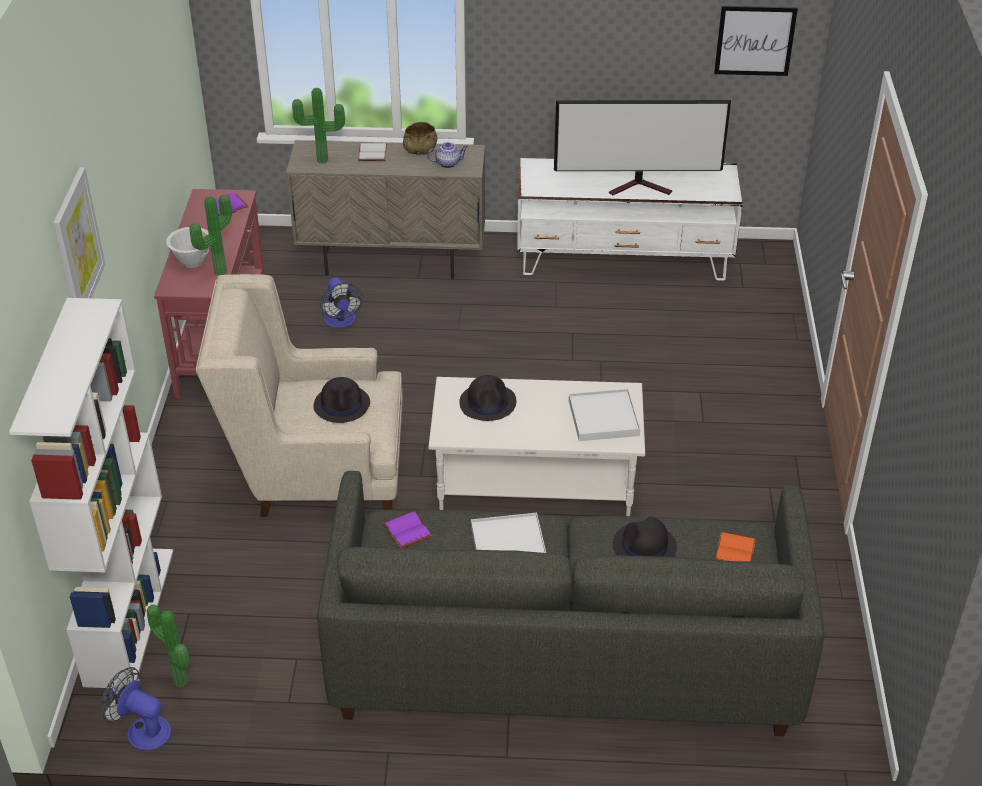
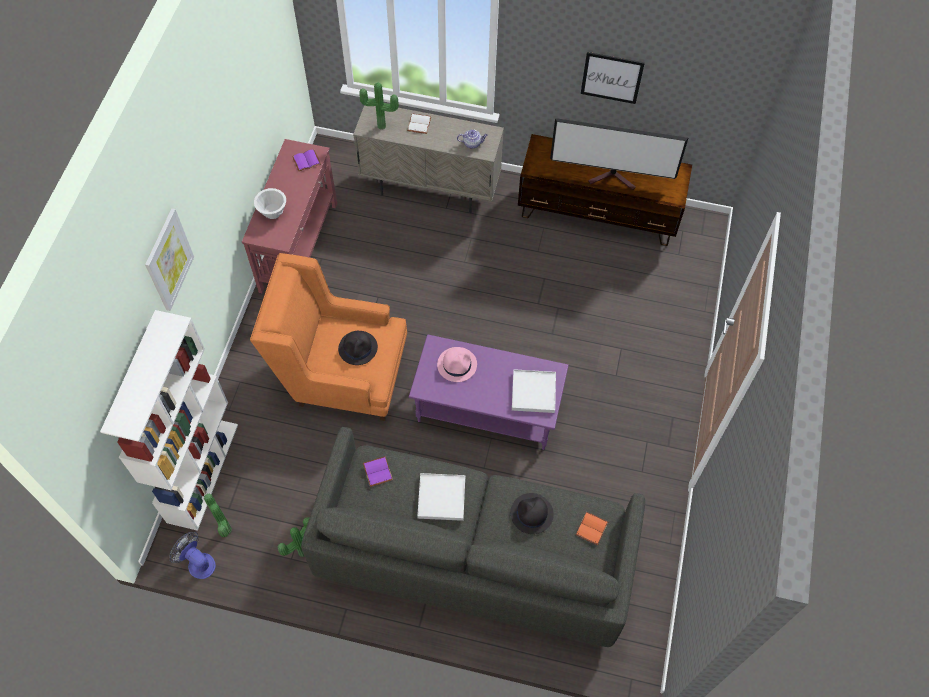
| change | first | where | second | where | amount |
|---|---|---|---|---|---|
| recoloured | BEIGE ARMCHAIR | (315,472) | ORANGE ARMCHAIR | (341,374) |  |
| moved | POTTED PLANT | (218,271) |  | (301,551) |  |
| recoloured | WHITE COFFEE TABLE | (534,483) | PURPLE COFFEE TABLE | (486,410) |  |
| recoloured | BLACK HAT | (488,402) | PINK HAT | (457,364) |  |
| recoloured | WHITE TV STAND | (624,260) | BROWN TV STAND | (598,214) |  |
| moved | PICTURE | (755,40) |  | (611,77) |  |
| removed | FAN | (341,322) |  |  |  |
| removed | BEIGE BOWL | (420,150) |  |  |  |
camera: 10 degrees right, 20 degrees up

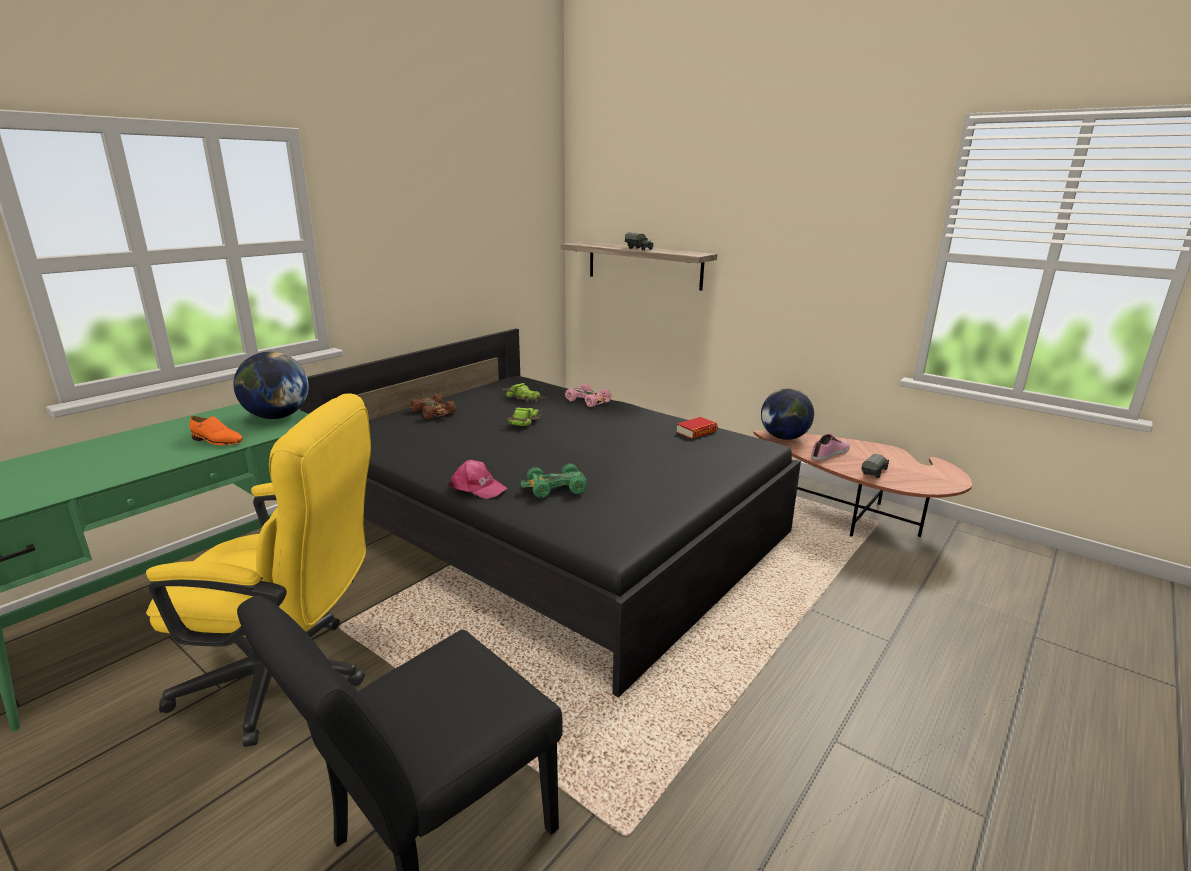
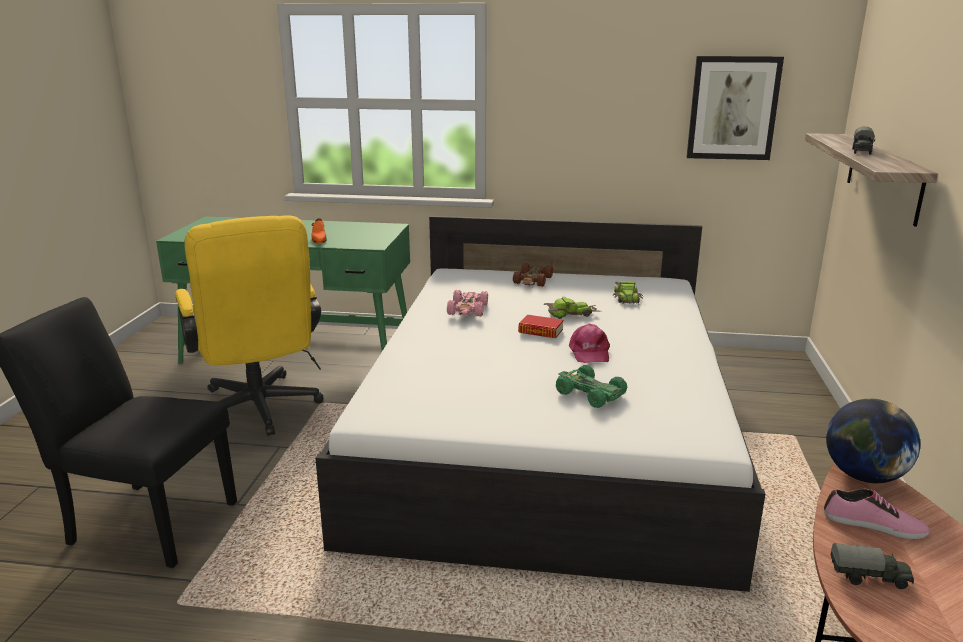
| change | first | where | second | where | amount |
|---|---|---|---|---|---|
| recoloured | BLACK BED | (552,527) | WHITE BED | (546,432) |  |
| moved | PINK TOY CAR | (589,401) |  | (468,310) |  |
| moved | BOOK | (696,432) |  | (540,331) |  |
| moved | GREEN TOY CAR | (555,488) |  | (589,393) |  |
| moved | PINK CAP | (477,487) |  | (589,352) |  |
| added |  |  | PICTURE | (733,108) |  |
| removed | GLOBE | (277,417) |  |  |  |
camera: 60 degrees right, 0 degrees up

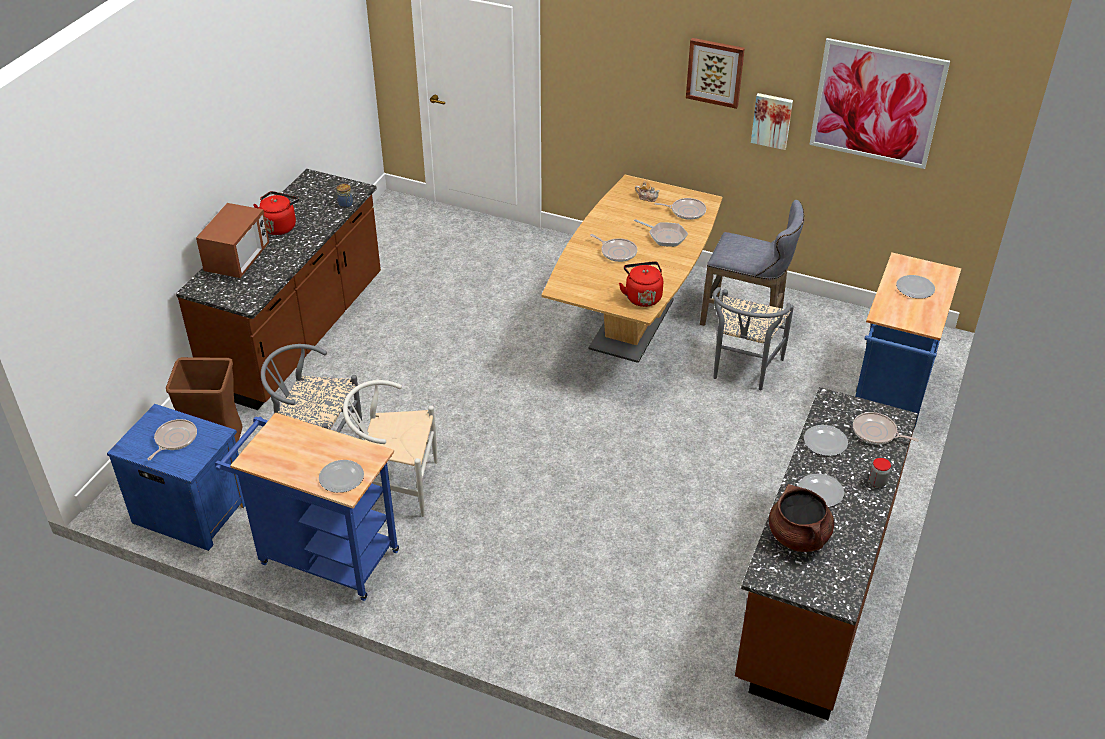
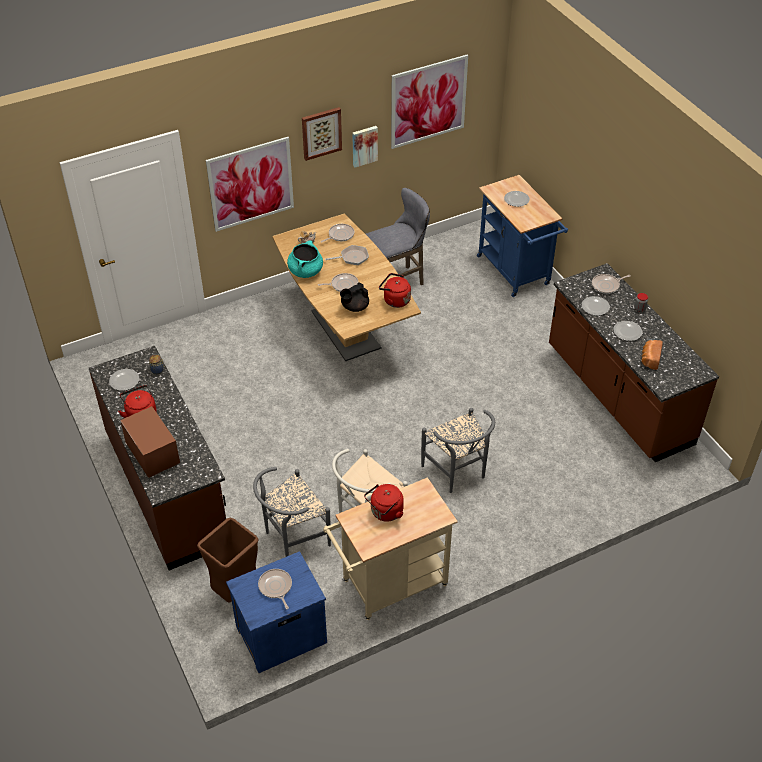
| change | first | where | second | where | amount |
|---|---|---|---|---|---|
| moved | PLATE | (341,477) |  | (124,380) |  |
| added |  |  | PICTURE | (251,184) |  |
| added |  |  | TURQUOISE COOKING POT | (305,271) |  |
| recoloured | BLUE CART | (321,555) | BEIGE CART | (389,586) |  |
| added |  |  | BLACK TEAPOT | (354,307) |  |
| added |  |  | RED KETTLE | (385,512) |  |
| moved | GREY CHAIR | (742,370) |  | (458,473) |  |
| replaced | BROWN COOKING POT | (798,537) | BREAD | (649,359) |  |
camera: 50 degrees left, 5 degrees up

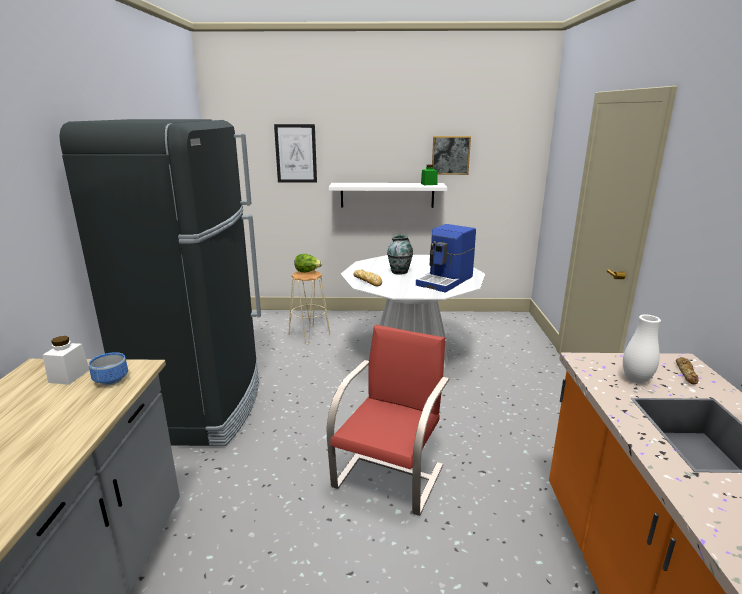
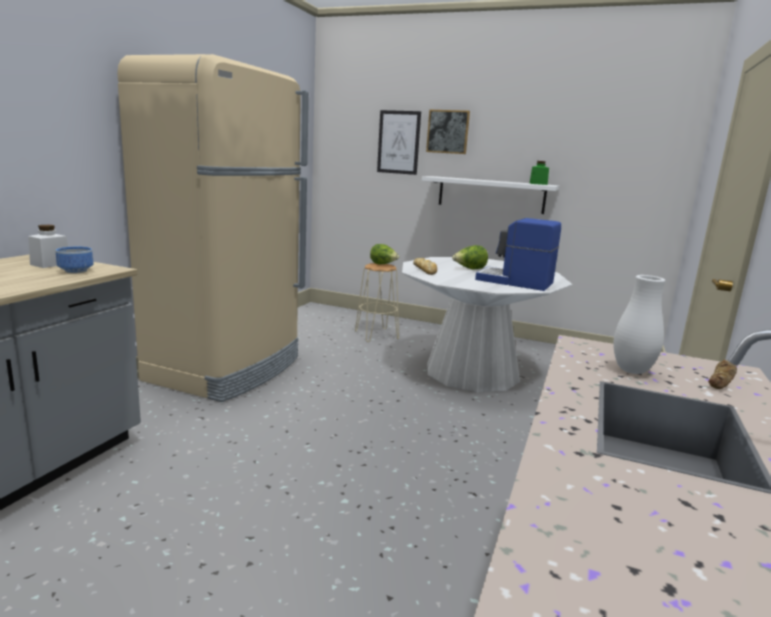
| change | first | where | second | where | amount |
|---|---|---|---|---|---|
| recoloured | BLACK FRIDGE | (202,407) | BEIGE FRIDGE | (227,369) |  |
| moved | PICTURE | (450,155) |  | (448,131) |  |
| replaced | VASE | (399,272) | LETTUCE | (469,269) |  |
| turned | COFFEE MACHINE | (446,281) |  | (515,282) | 60 degrees clockwise |
| removed | RED CHAIR | (390,475) |  |  |  |
camera: 20 degrees right, 5 degrees down

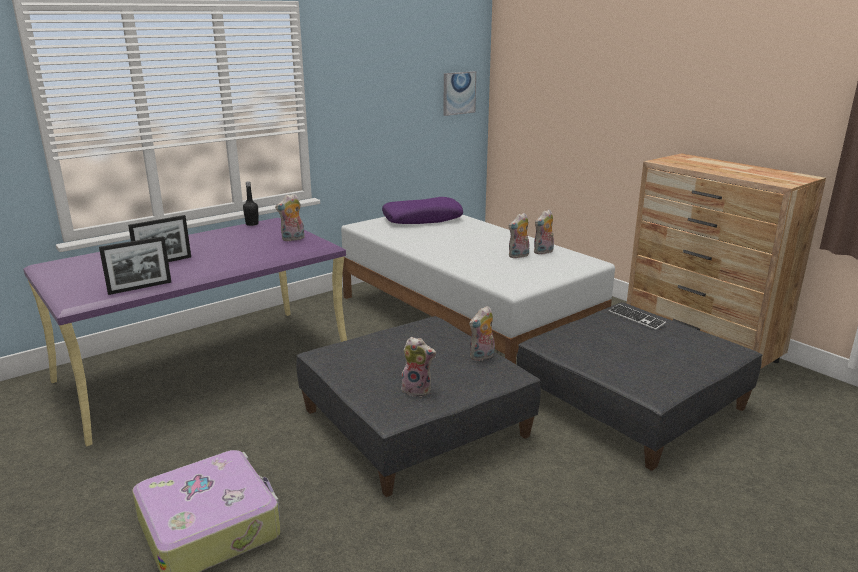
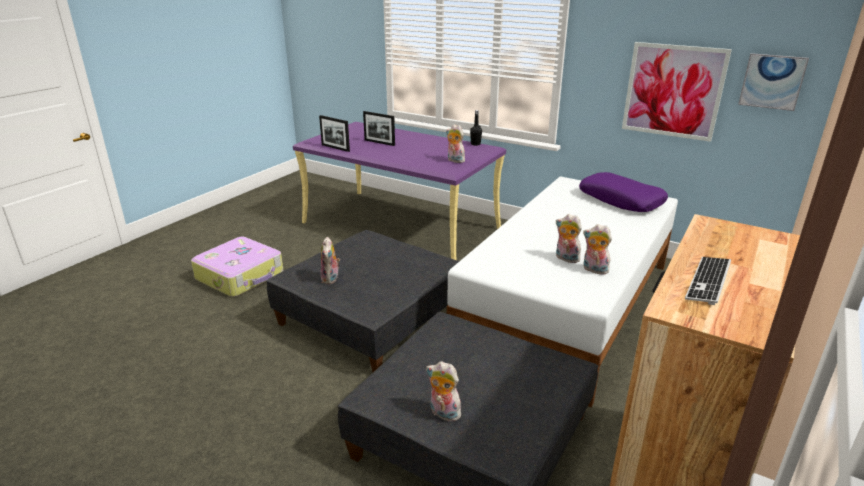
| change | first | where | second | where | amount |
|---|---|---|---|---|---|
| moved | PLUSH TOY | (482,357) |  | (443,413) |  |
| added |  |  | PICTURE | (673,91) |  |
| moved | KEYBOARD | (636,318) |  | (708,281) |  |
camera: 70 degrees right, 5 degrees up

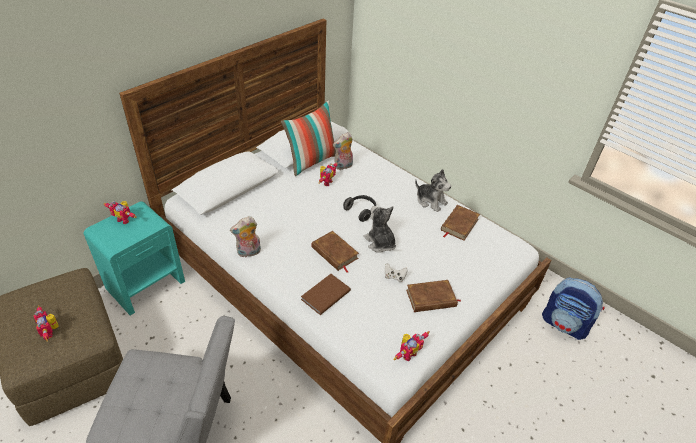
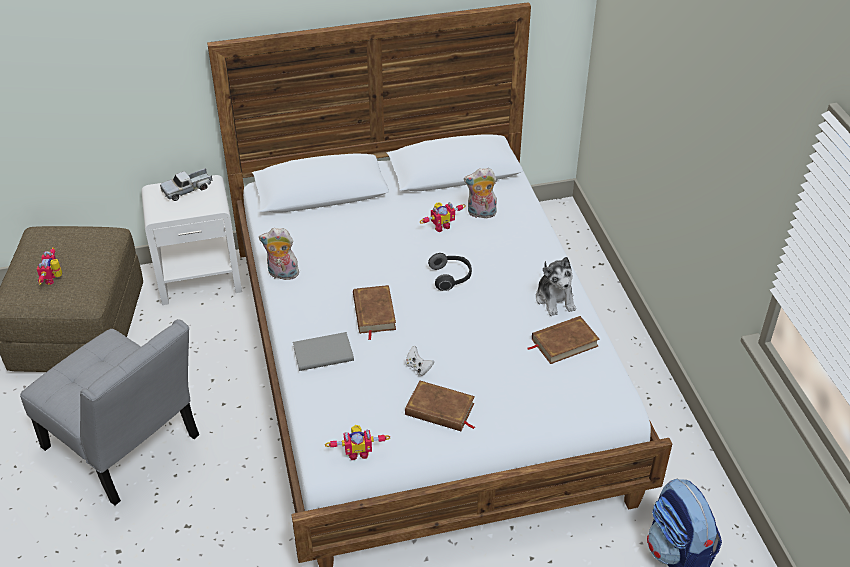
| change | first | where | second | where | amount |
|---|---|---|---|---|---|
| recoloured | TURQUOISE NIGHTSTAND | (146,284) | WHITE NIGHTSTAND | (200,278) |  |
| replaced | TOY ROBOT | (124,219) | TOY TRUCK | (187,189) |  |
| recoloured | BROWN BOOK | (324,295) | GREY BOOK | (322,352) |  |
| removed | PILLOW | (312,161) |  |  |  |
| removed | PLUSH TOY | (380,243) |  |  |  |
camera: 35 degrees right, 0 degrees up

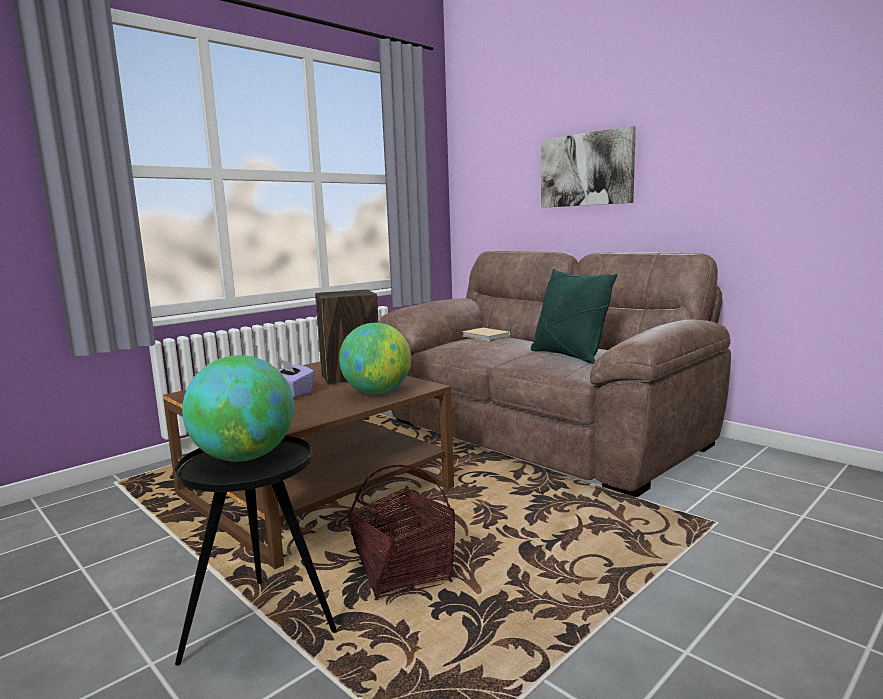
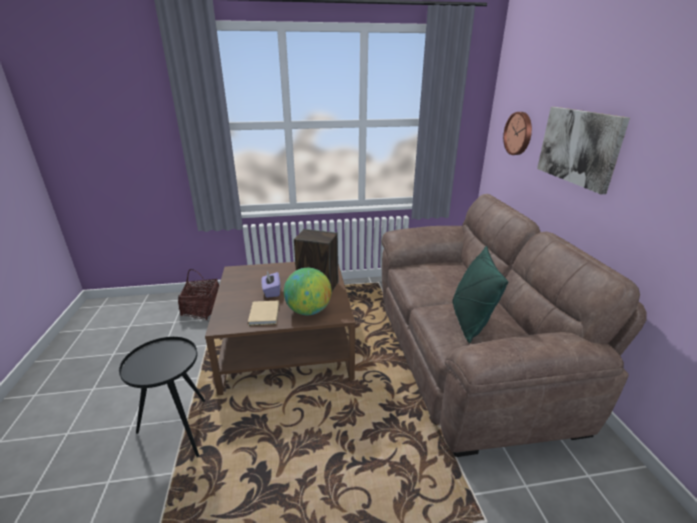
| change | first | where | second | where | amount |
|---|---|---|---|---|---|
| moved | BASKET | (403,572) |  | (202,310) |  |
| moved | BEIGE BOOK | (486,336) |  | (263,315) |  |
| added |  |  | WALL CLOCK | (519,133) |  |
| removed | GLOBE | (244,457) |  |  |  |
camera: 35 degrees right, 15 degrees up

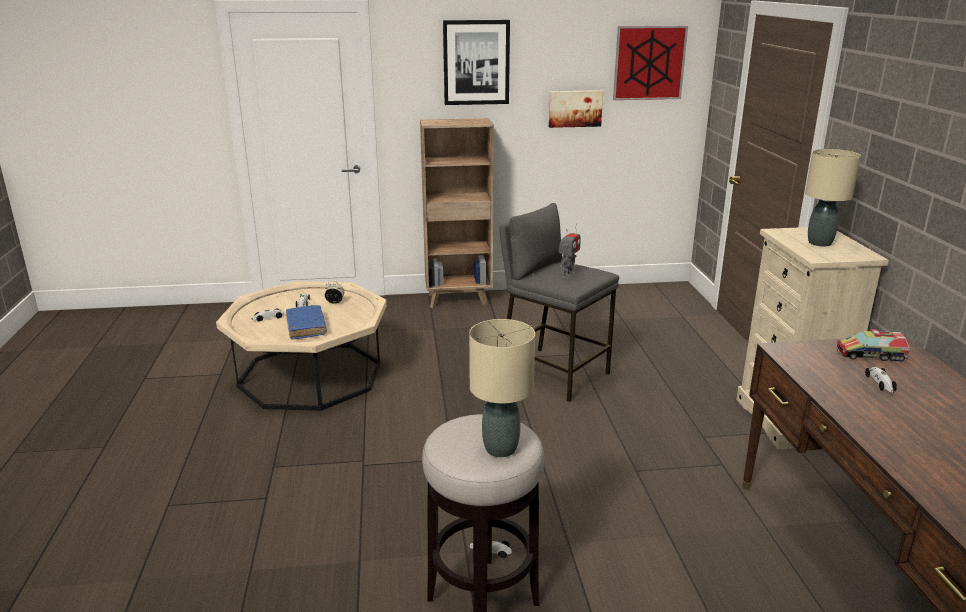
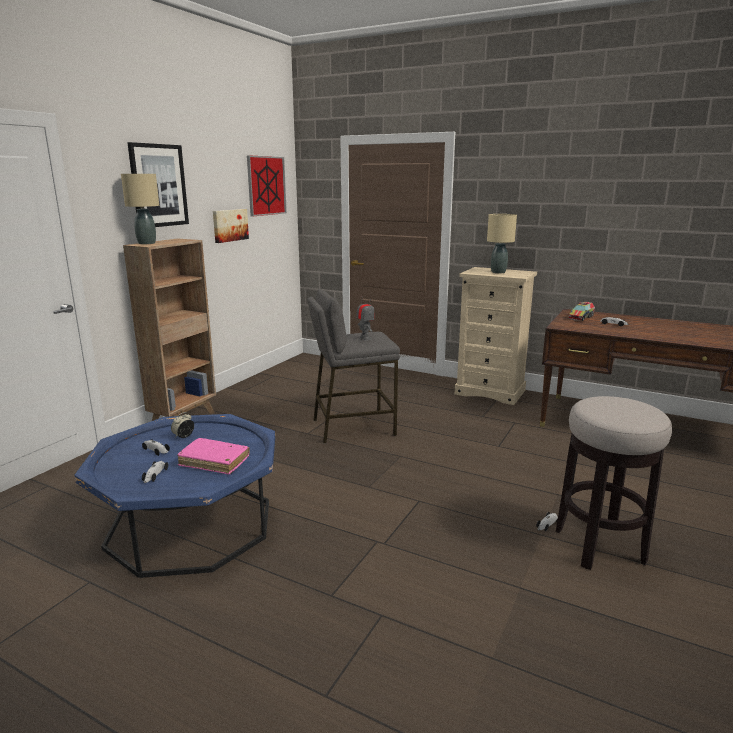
| change | first | where | second | where | amount |
|---|---|---|---|---|---|
| recoloured | BEIGE COFFEE TABLE | (310,375) | BLUE COFFEE TABLE | (191,525) |  |
| moved | BEIGE TABLE LAMP | (500,448) |  | (146,243) |  |
| recoloured | BLUE BOOK | (306,327) | PINK BOOK | (214,462) |  |
camera: 55 degrees left, 5 degrees down

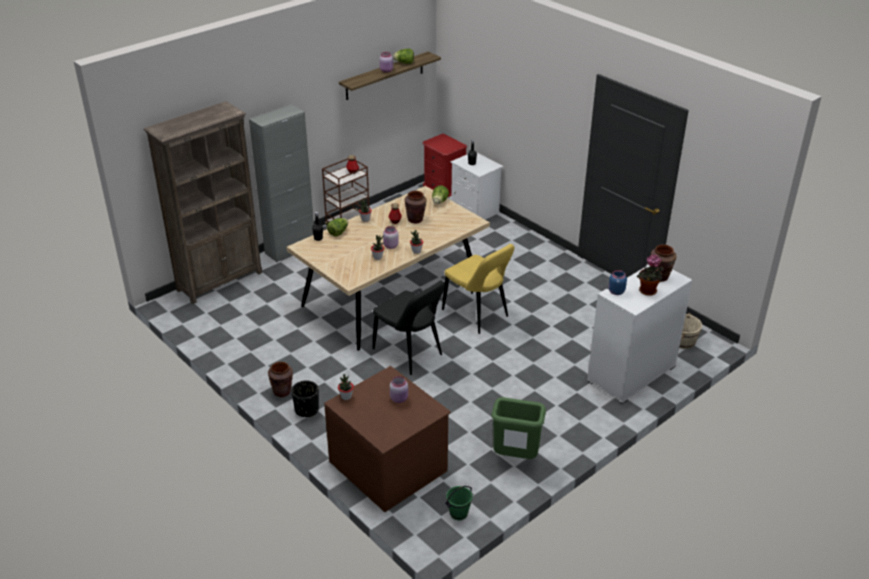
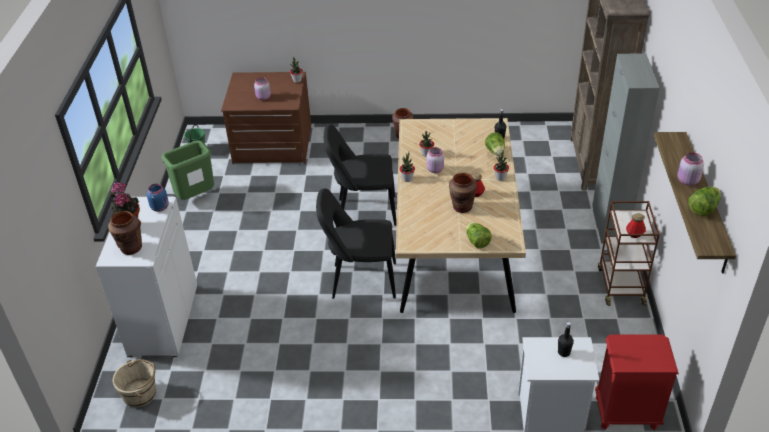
| change | first | where | second | where | amount |
|---|---|---|---|---|---|
| recoloured | YELLOW CHAIR | (477,314) | BLACK CHAIR | (360,281) |  |
| removed | BLACK PLANTER | (306,410) |  |  |  |
camera: 135 degrees right, 5 degrees up

